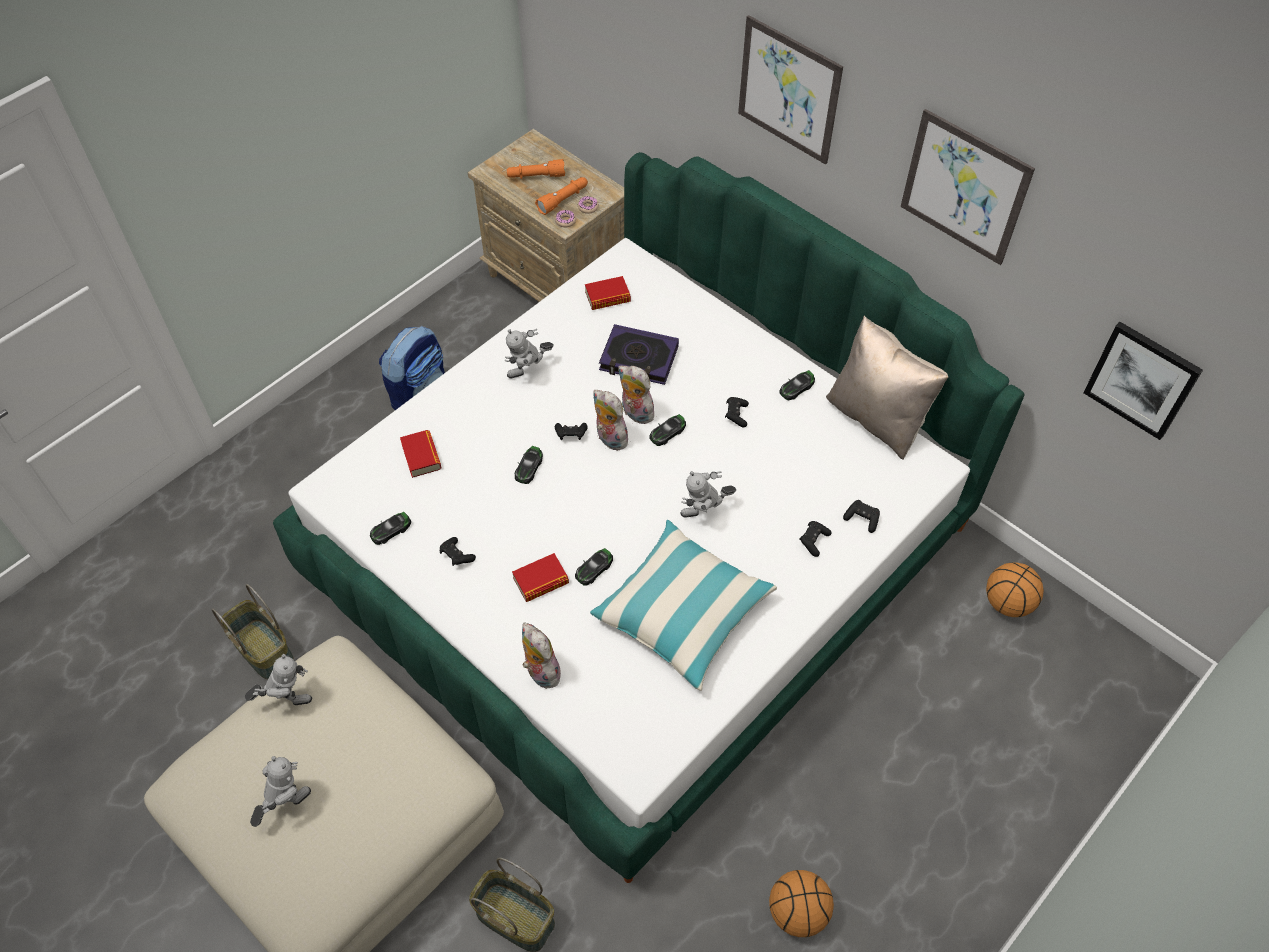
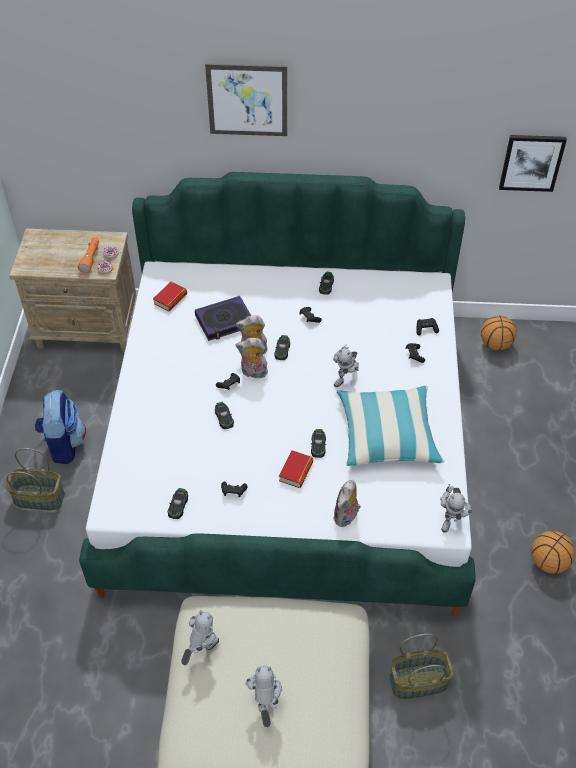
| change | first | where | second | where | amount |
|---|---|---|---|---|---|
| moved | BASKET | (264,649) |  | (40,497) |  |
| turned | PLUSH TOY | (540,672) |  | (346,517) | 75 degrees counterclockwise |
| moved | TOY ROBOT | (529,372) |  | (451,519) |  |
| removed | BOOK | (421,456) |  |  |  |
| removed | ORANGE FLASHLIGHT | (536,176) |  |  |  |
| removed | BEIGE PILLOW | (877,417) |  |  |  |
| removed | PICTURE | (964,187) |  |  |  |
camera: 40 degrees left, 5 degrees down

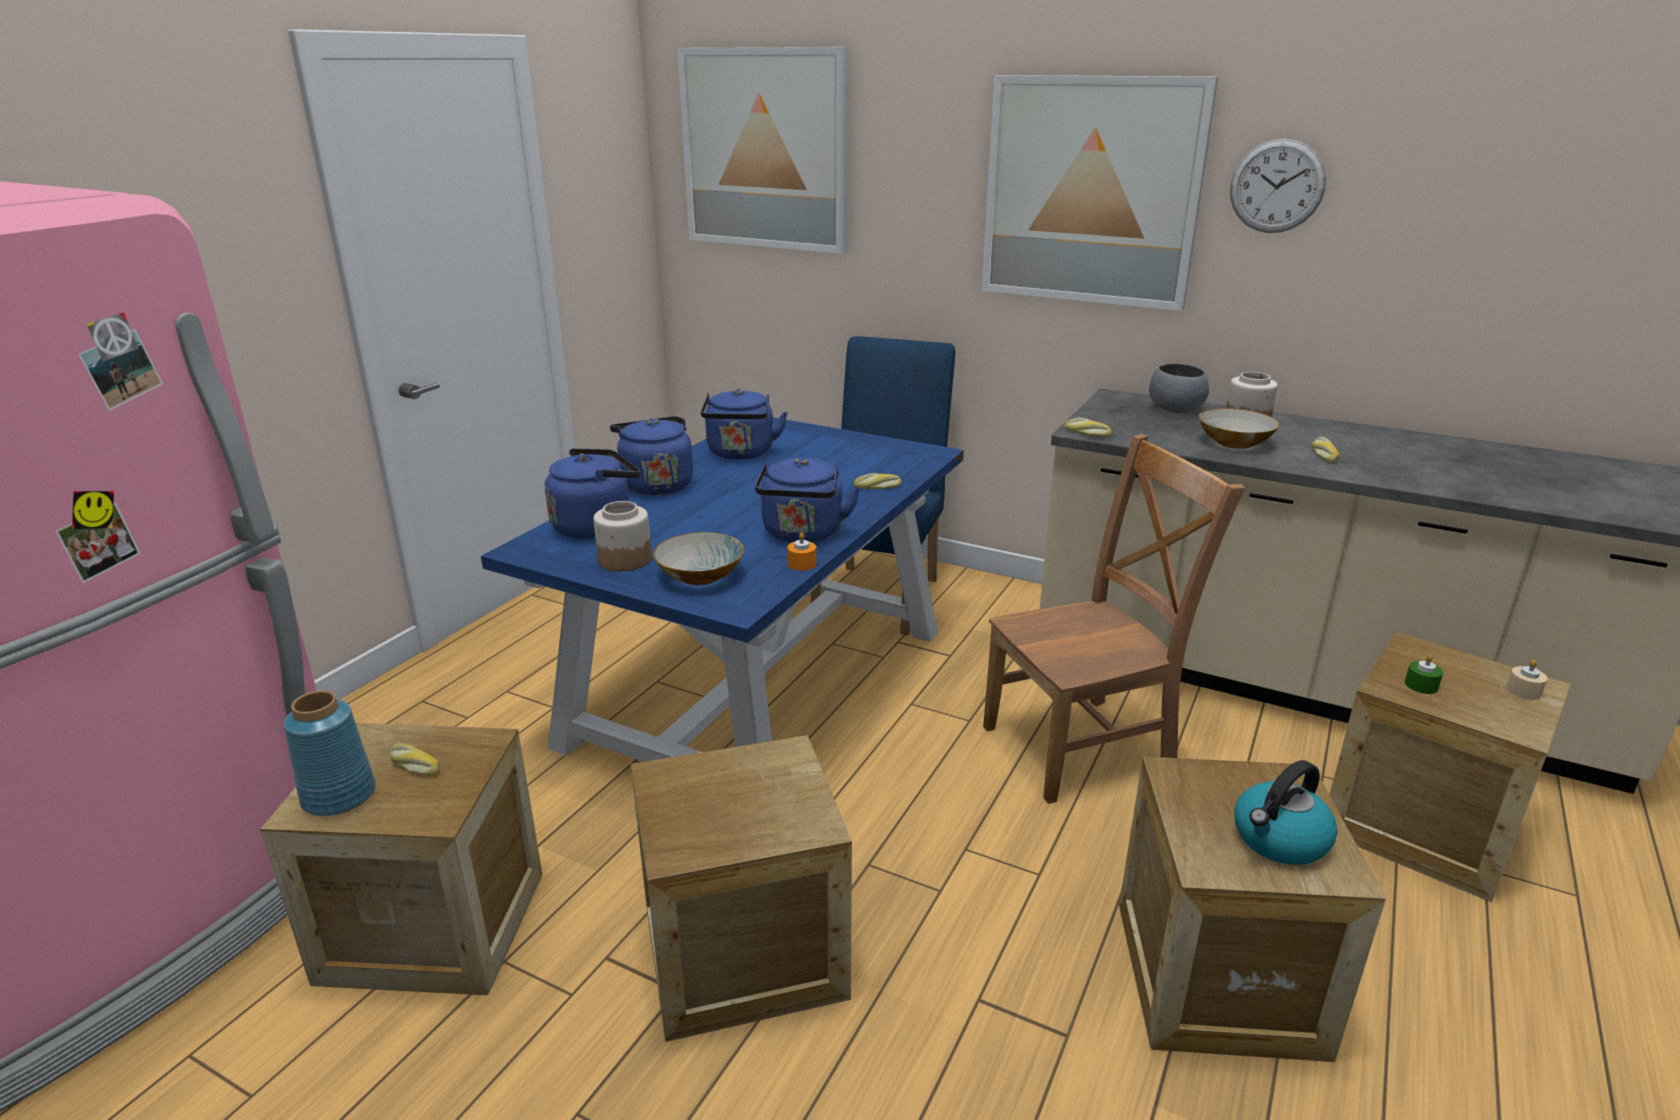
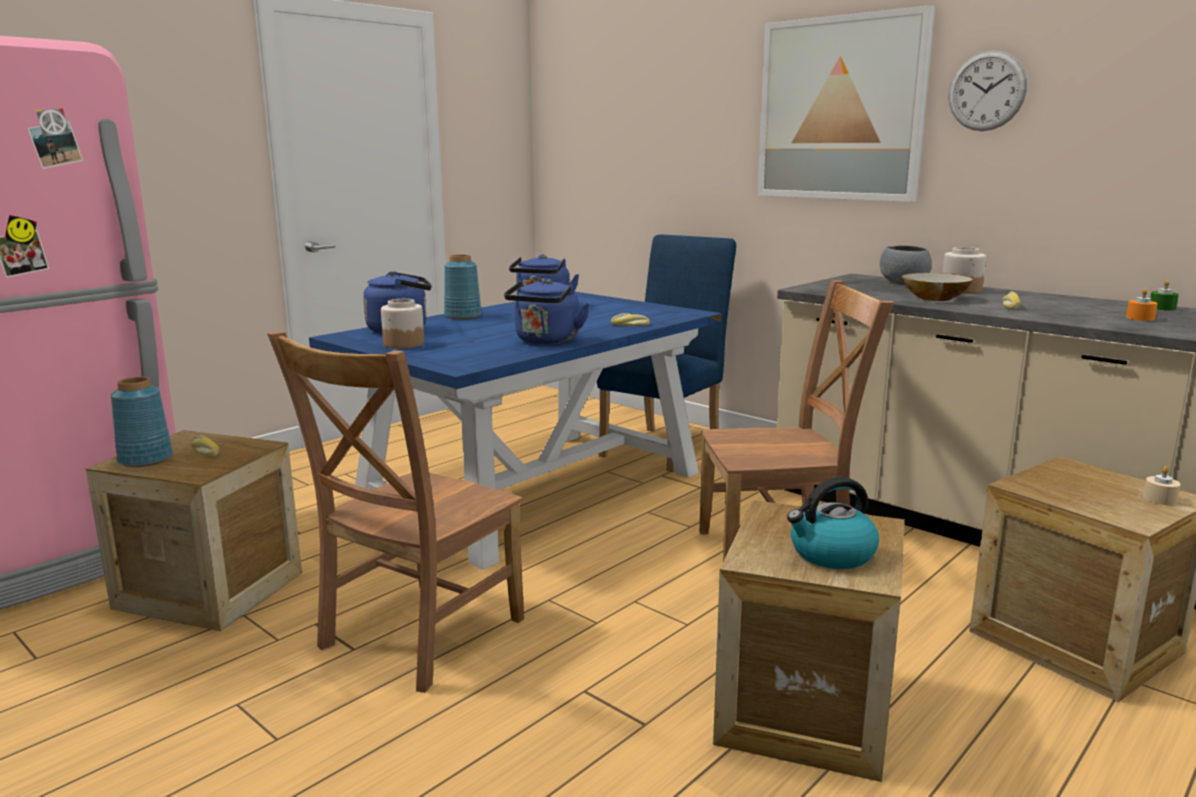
| change | first | where | second | where | amount |
|---|---|---|---|---|---|
| replaced | CRATE | (744,954) | BROWN CHAIR | (416,636) |  |
| replaced | BLUE KETTLE | (655,485) | BLUE VASE | (463,316) |  |
| moved | ORANGE CANDLE | (802,564) |  | (1140,318) |  |
| moved | GREEN CANDLE | (1421,685) |  | (1162,308) |  |
| removed | BOWL | (700,576) |  |  |  |
| removed | PICTURE | (765,150) |  |  |  |
| removed | BREAD | (1086,433) |  |  |  |
camera: 15 degrees right, 10 degrees down

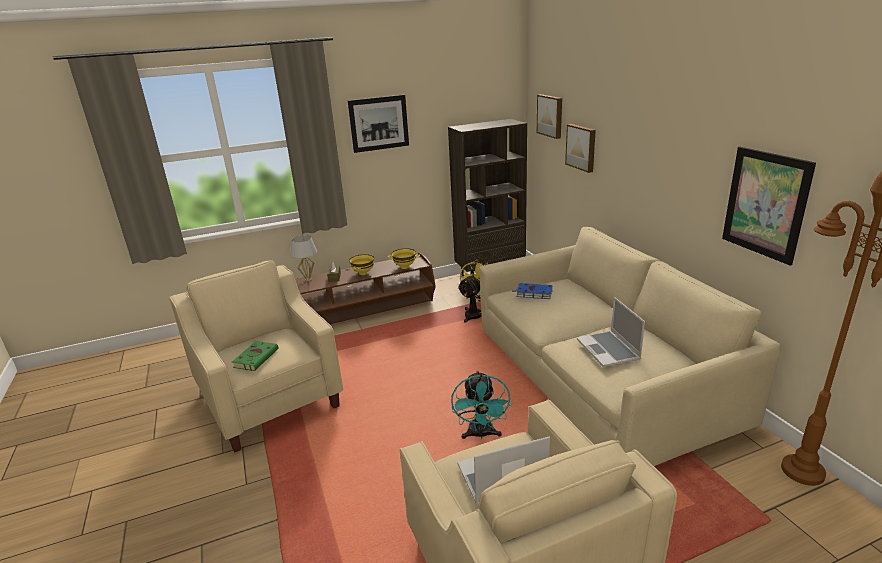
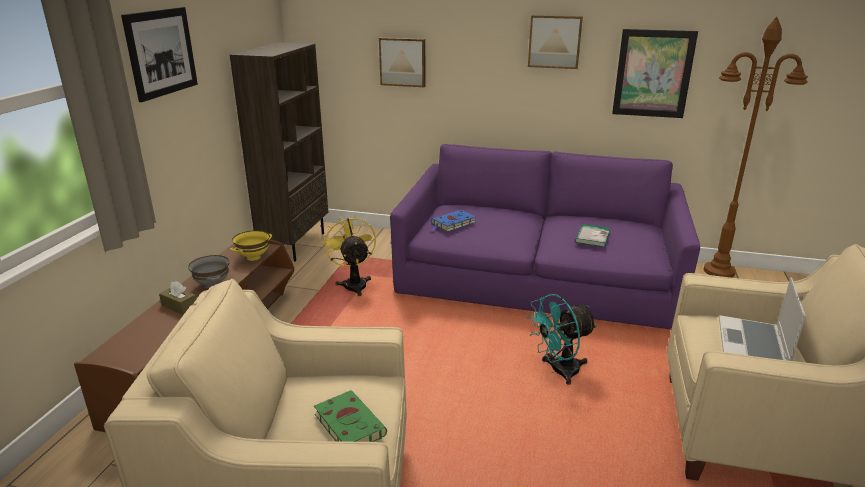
| change | first | where | second | where | amount |
|---|---|---|---|---|---|
| recoloured | YELLOW BOWL | (363,273) | GREY BOWL | (213,285) |  |
| recoloured | BEIGE SOFA | (601,373) | PURPLE SOFA | (538,277) |  |
| turned | TURQUOISE FAN | (481,435) |  | (558,371) | 120 degrees clockwise |
| moved | PICTURE | (550,116) |  | (554,41) |  |
| replaced | LAPTOP | (609,350) | BOOK | (592,237) |  |
| removed | WHITE TABLE LAMP | (308,280) |  |  |  |
camera: 55 degrees left, 0 degrees up

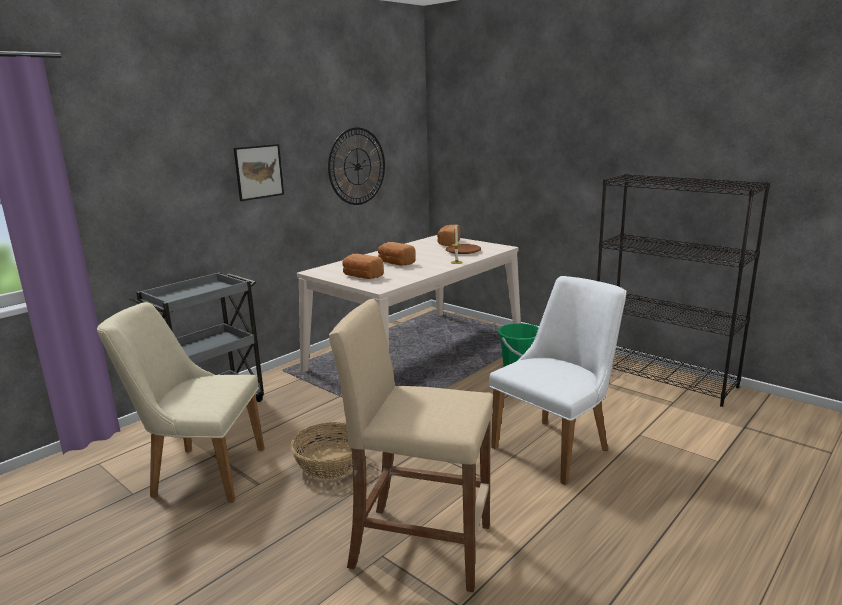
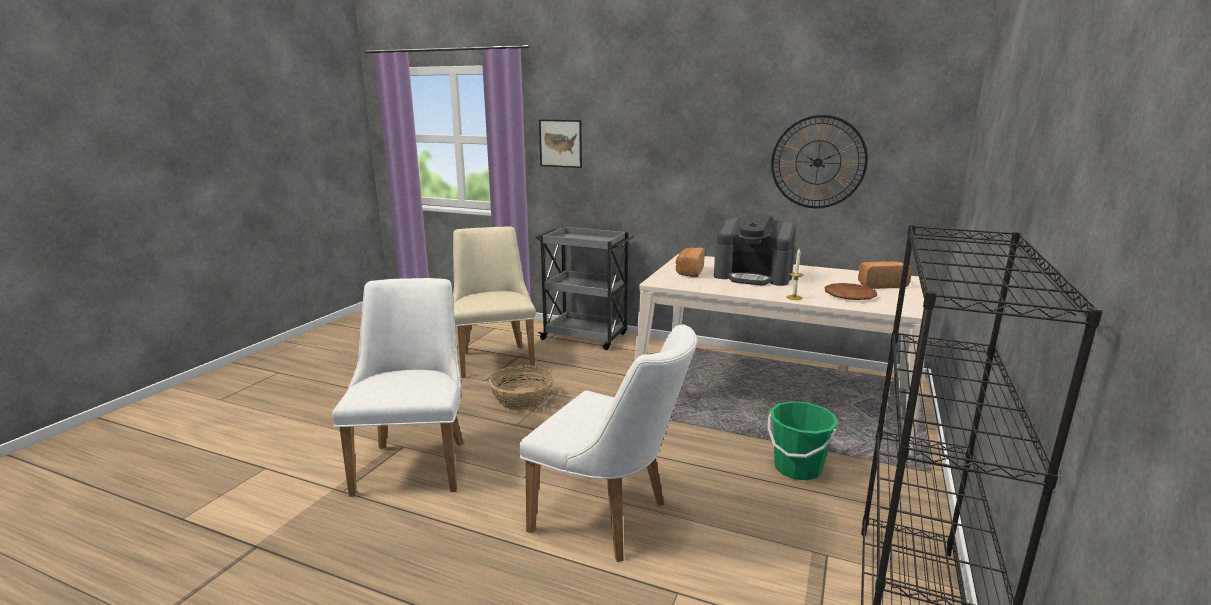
| change | first | where | second | where | amount |
|---|---|---|---|---|---|
| replaced | BEIGE STOOL | (420,546) | WHITE CHAIR | (416,460) |  |
| moved | PICTURE | (259,172) |  | (560,143) |  |
| replaced | BREAD | (395,263) | COFFEE MACHINE | (753,276) |  |
camera: 70 degrees right, 0 degrees up

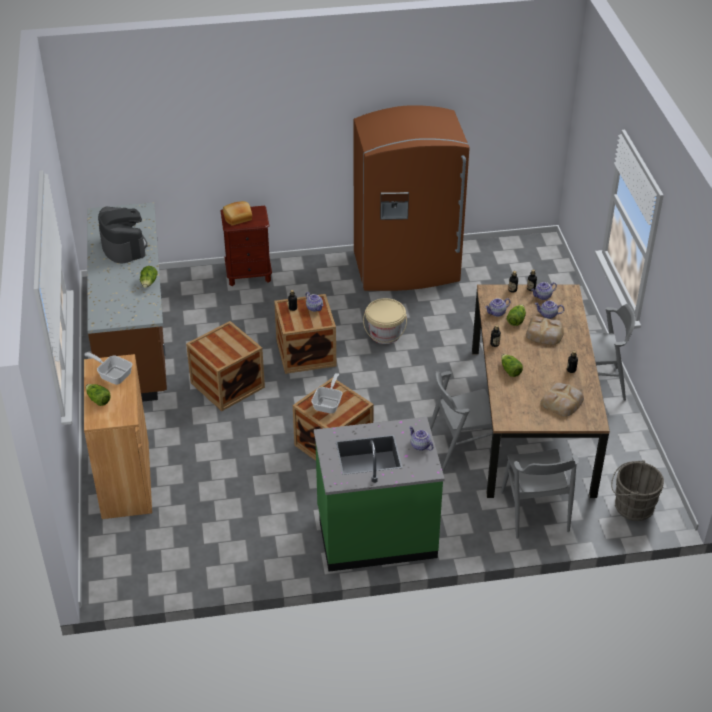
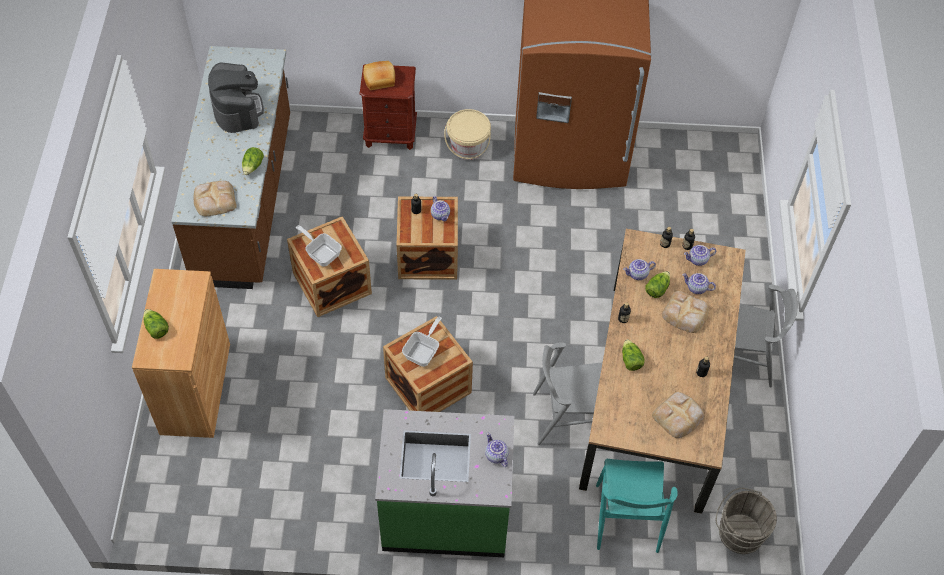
| change | first | where | second | where | amount |
|---|---|---|---|---|---|
| added |  |  | BREAD | (214,200) |  |
| moved | FRYING PAN | (112,375) |  | (321,252) |  |
| moved | BEIGE BUCKET | (385,334) |  | (468,147) |  |
| recoloured | GREY CHAIR | (535,512) | TURQUOISE CHAIR | (627,518) |  |
camera: 10 degrees right, 15 degrees up

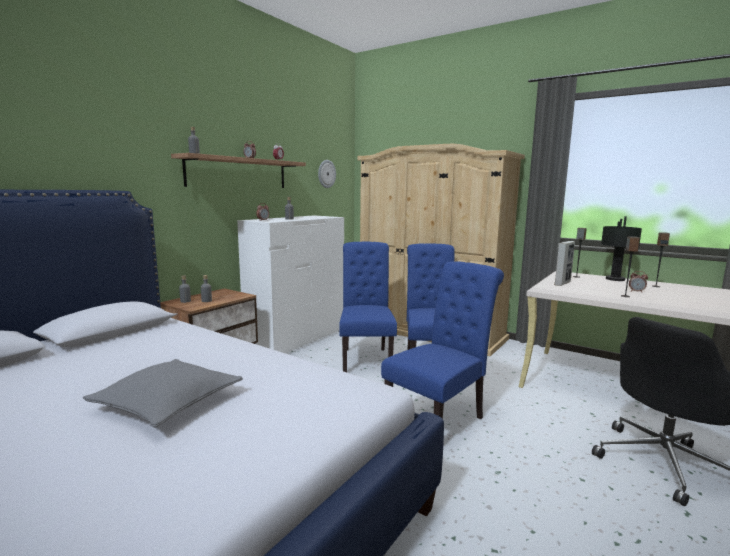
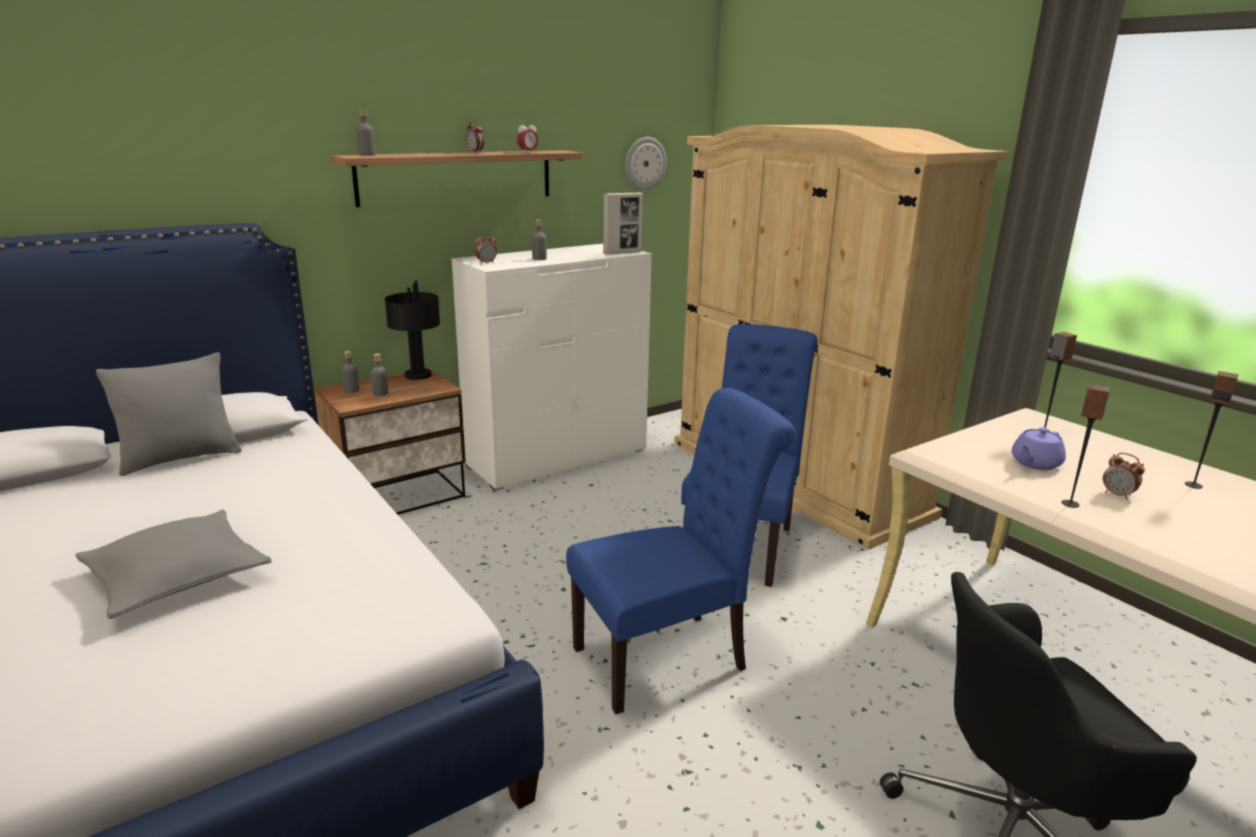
| change | first | where | second | where | amount |
|---|---|---|---|---|---|
| added |  |  | GREY PILLOW | (181,458) |  |
| moved | BLACK TABLE LAMP | (615,279) |  | (417,375) |  |
| moved | PICTURE FRAME | (562,283) |  | (622,253) |  |
| added |  |  | PURPLE TEAPOT | (1035,464) |  |
| removed | BLUE CHAIR | (366,358) |  |  |  |
camera: 20 degrees right, 10 degrees up

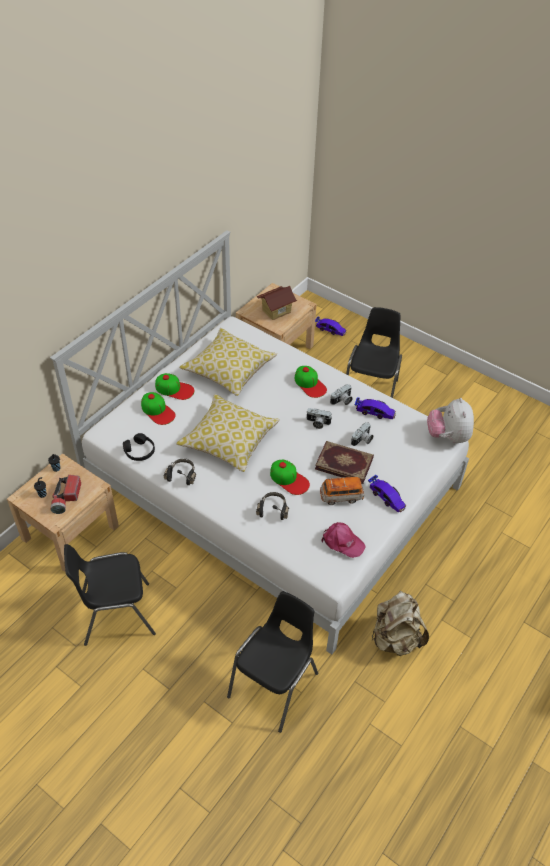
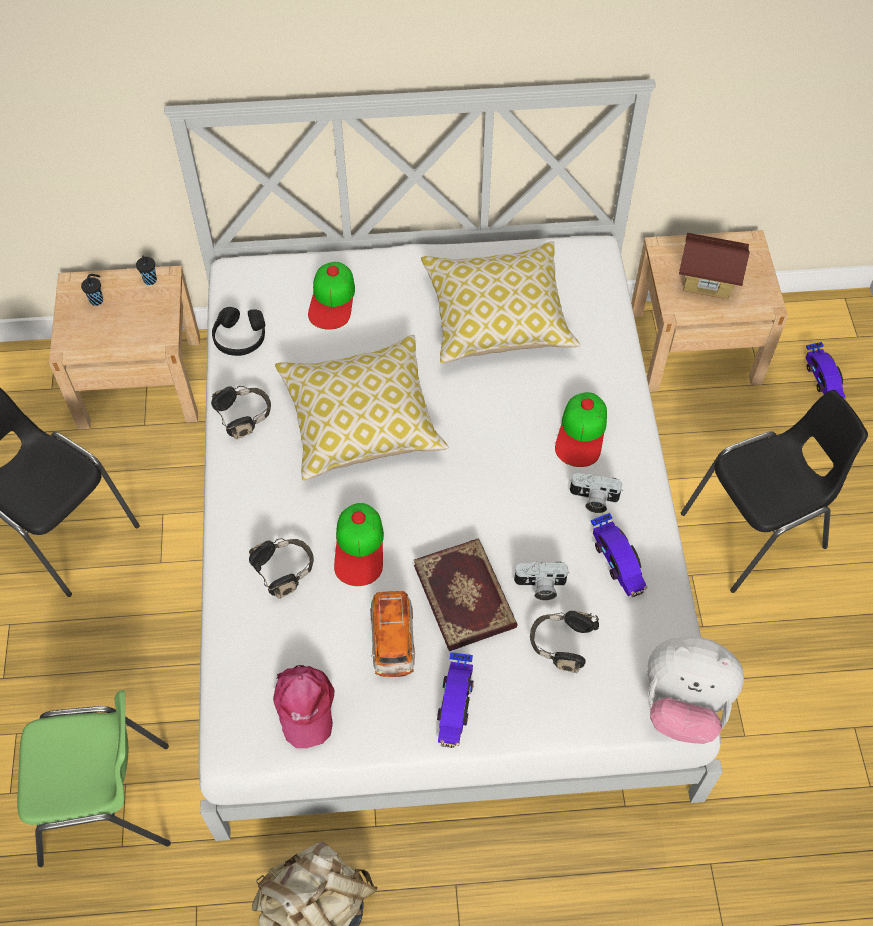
| change | first | where | second | where | amount |
|---|---|---|---|---|---|
| recoloured | BLACK CHAIR | (275,685) | GREEN CHAIR | (107,803) |  |
| turned | TOY CAR | (341,496) |  | (392,640) | 45 degrees clockwise |
| added |  |  | BLACK HEADPHONES | (560,644) |  |
| turned | PLUSH TOY | (448,436) |  | (683,705) | 120 degrees counterclockwise |
| removed | FLASHLIGHT | (66,498) |  |  |  |
| removed | CAP | (174,389) |  |  |  |
| removed | PHOTO CAMERA | (317,423) |  |  |  |
camera: 50 degrees right, 10 degrees up

